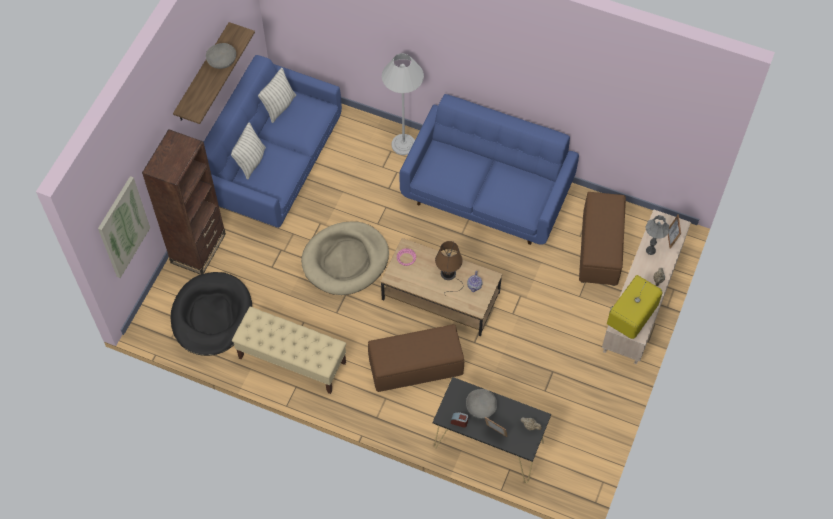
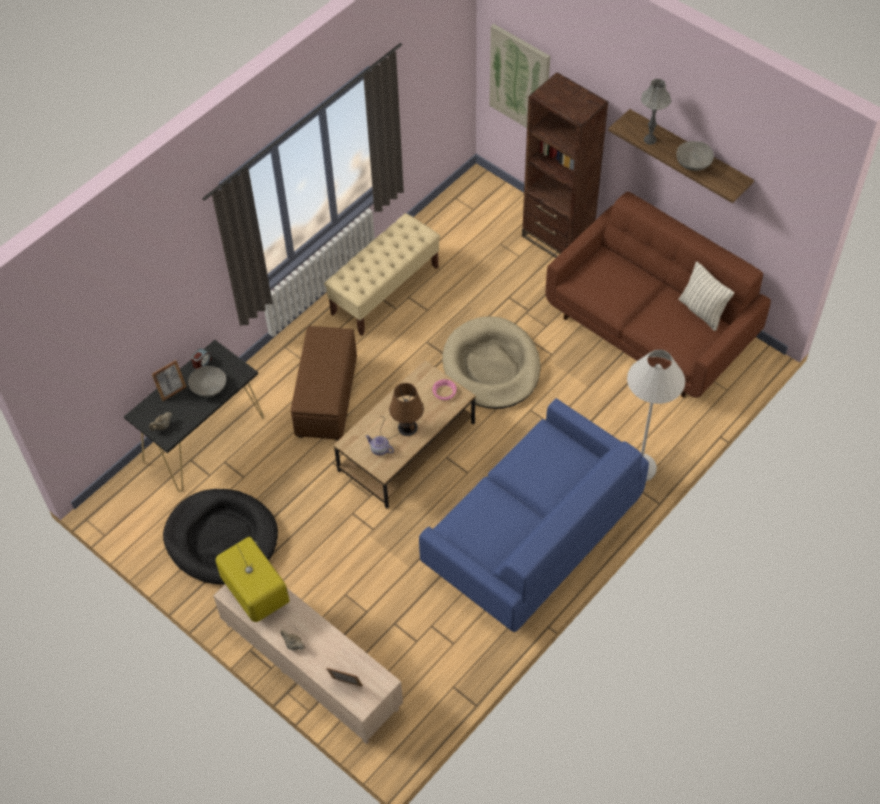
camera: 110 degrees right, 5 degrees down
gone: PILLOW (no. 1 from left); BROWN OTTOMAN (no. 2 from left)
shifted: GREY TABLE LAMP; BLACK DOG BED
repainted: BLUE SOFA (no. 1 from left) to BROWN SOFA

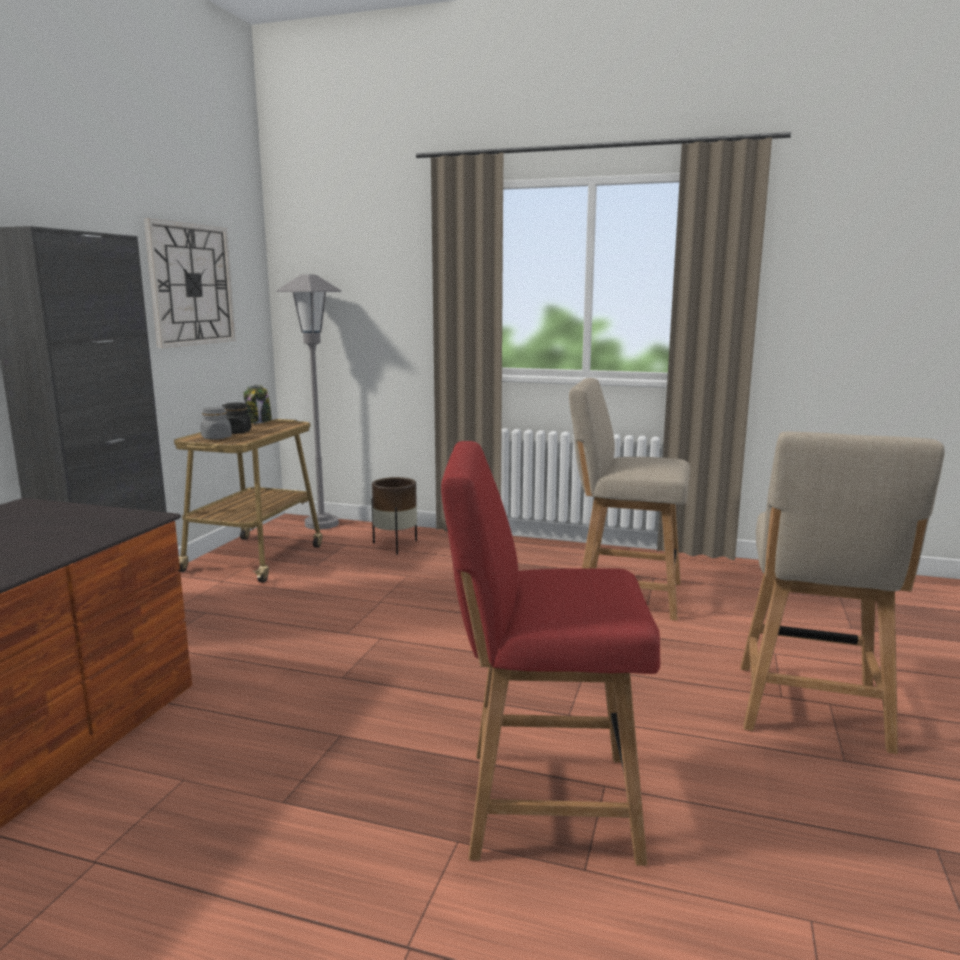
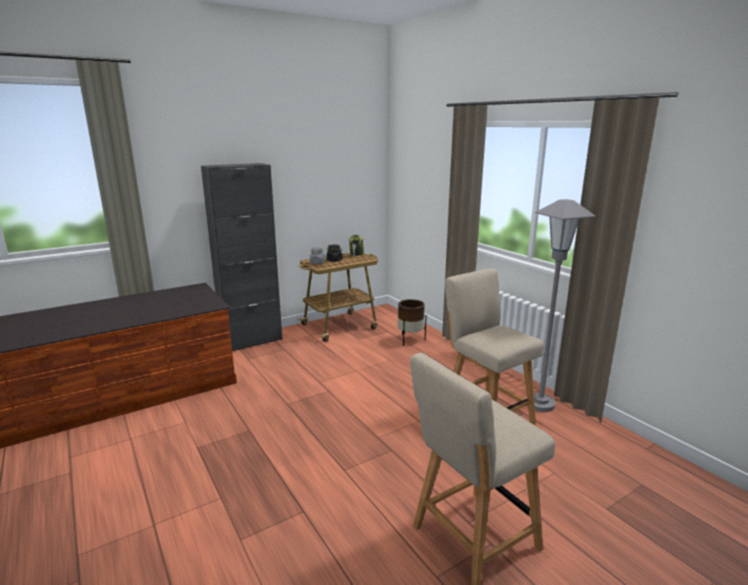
camera: 40 degrees right, 5 degrees up
gone: WALL CLOCK; RED CHAIR
shifted: GREY FLOOR LAMP

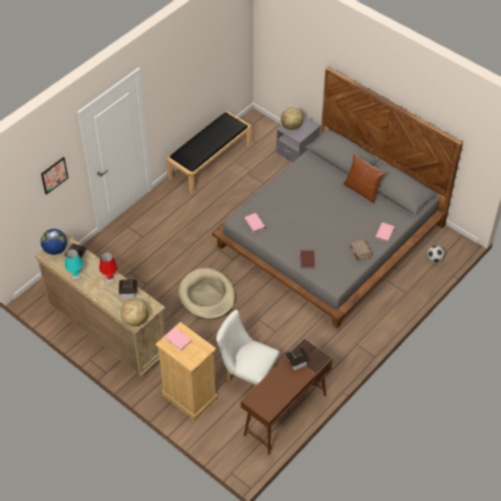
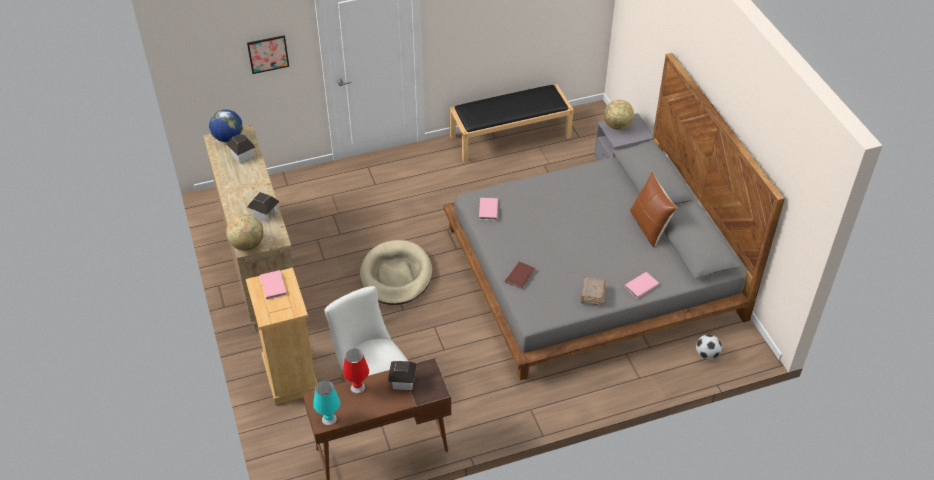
camera: 30 degrees right, 5 degrees down
shifted: TURQUOISE TABLE LAMP; RED TABLE LAMP

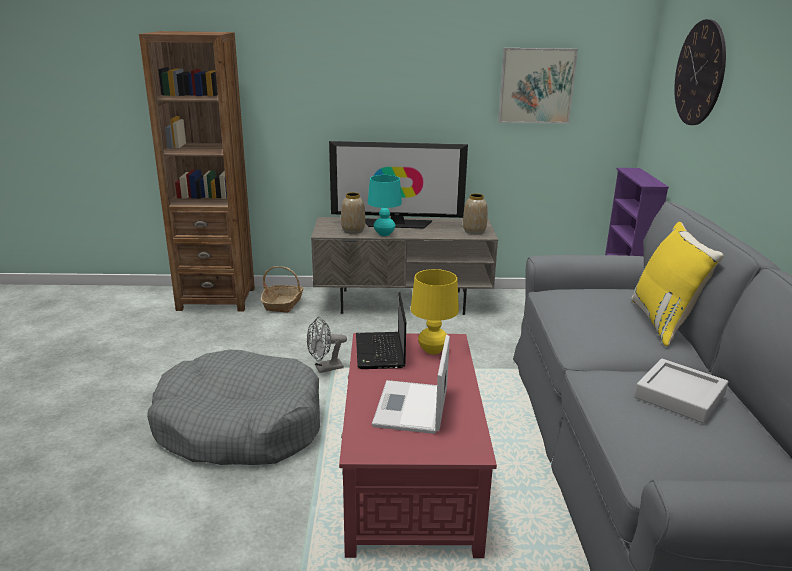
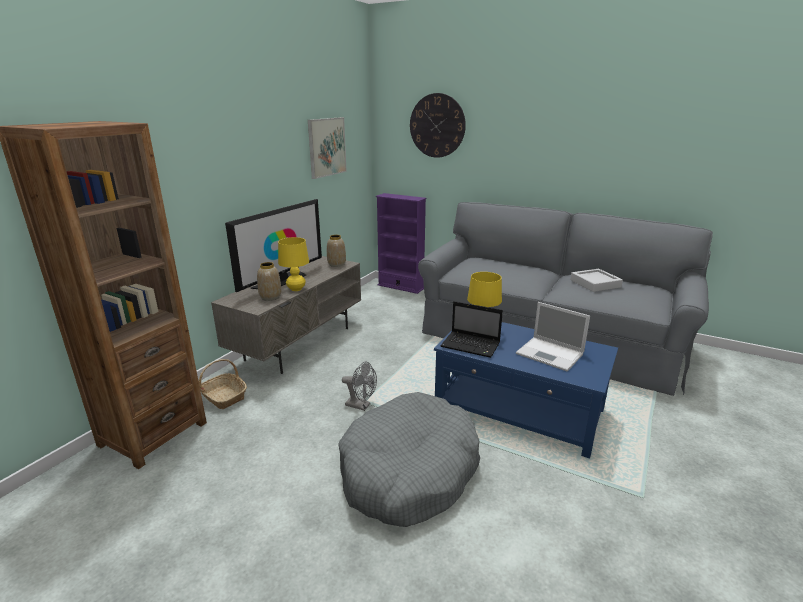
camera: 60 degrees left, 0 degrees up
gone: YELLOW PILLOW
repainted: TURQUOISE TABLE LAMP to YELLOW TABLE LAMP (no. 1 from left); RED COFFEE TABLE to BLUE COFFEE TABLE
rotated: GREY FAN 75 degrees counterclockwise

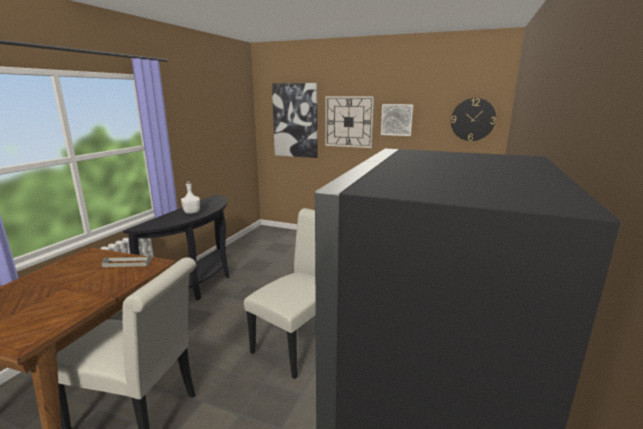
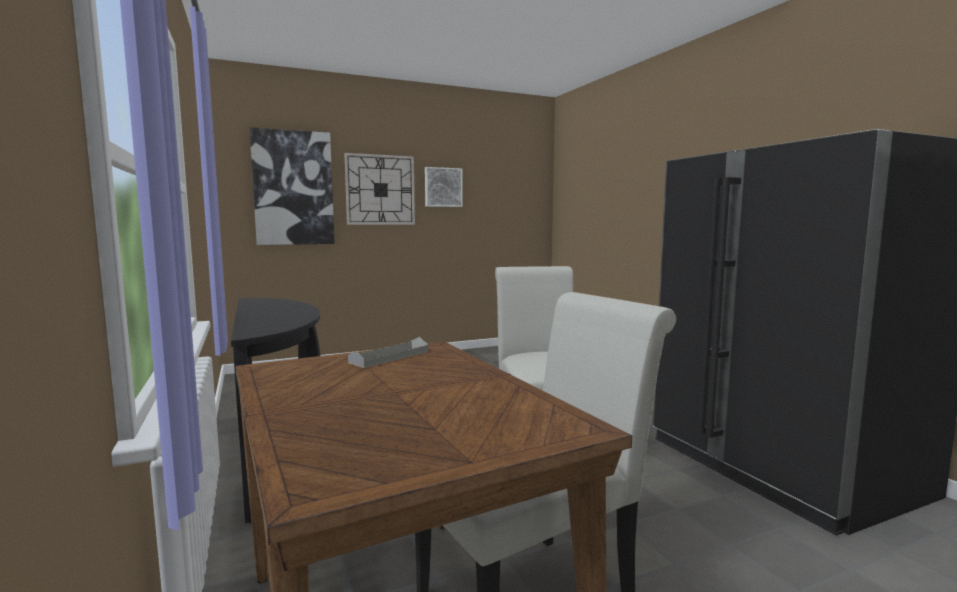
camera: 45 degrees left, 10 degrees down
gone: WALL CLOCK (no. 2 from left); WHITE BOTTLE

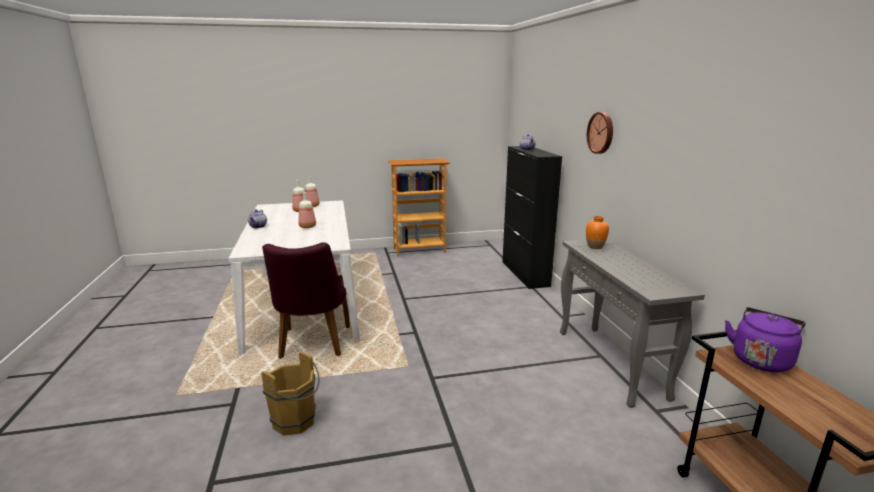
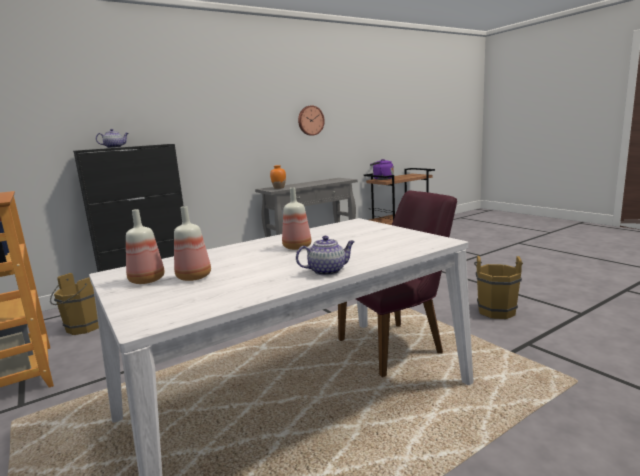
camera: 110 degrees left, 5 degrees down
new: BROWN BUCKET (no. 1 from left)
shifted: WALL CLOCK

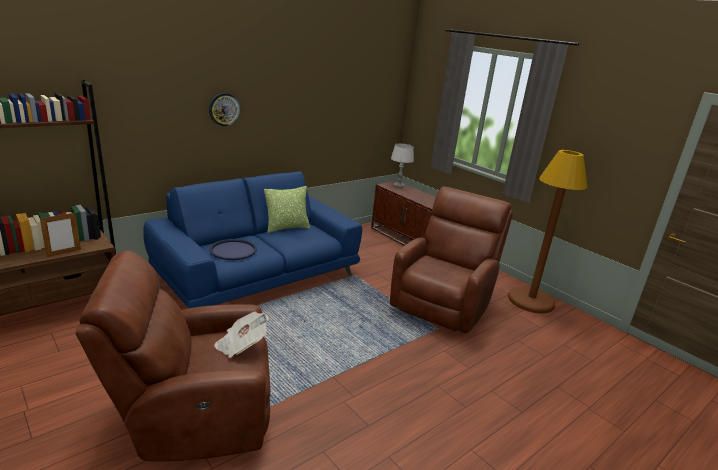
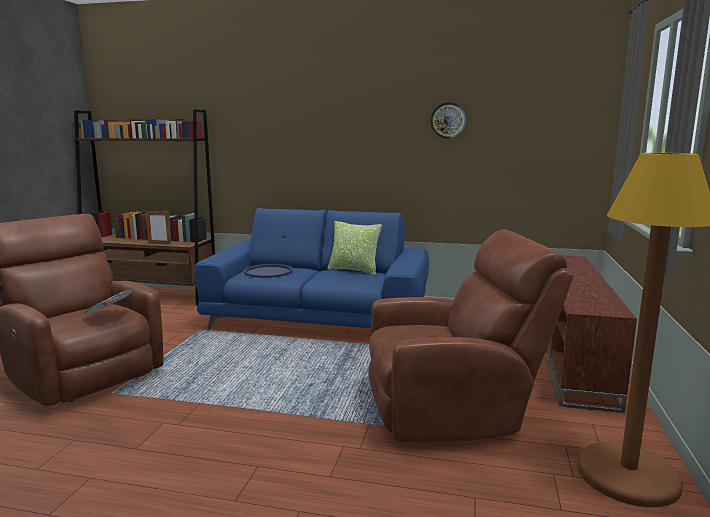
camera: 55 degrees right, 10 degrees down
gone: GREY TABLE LAMP
shifted: WALL CLOCK

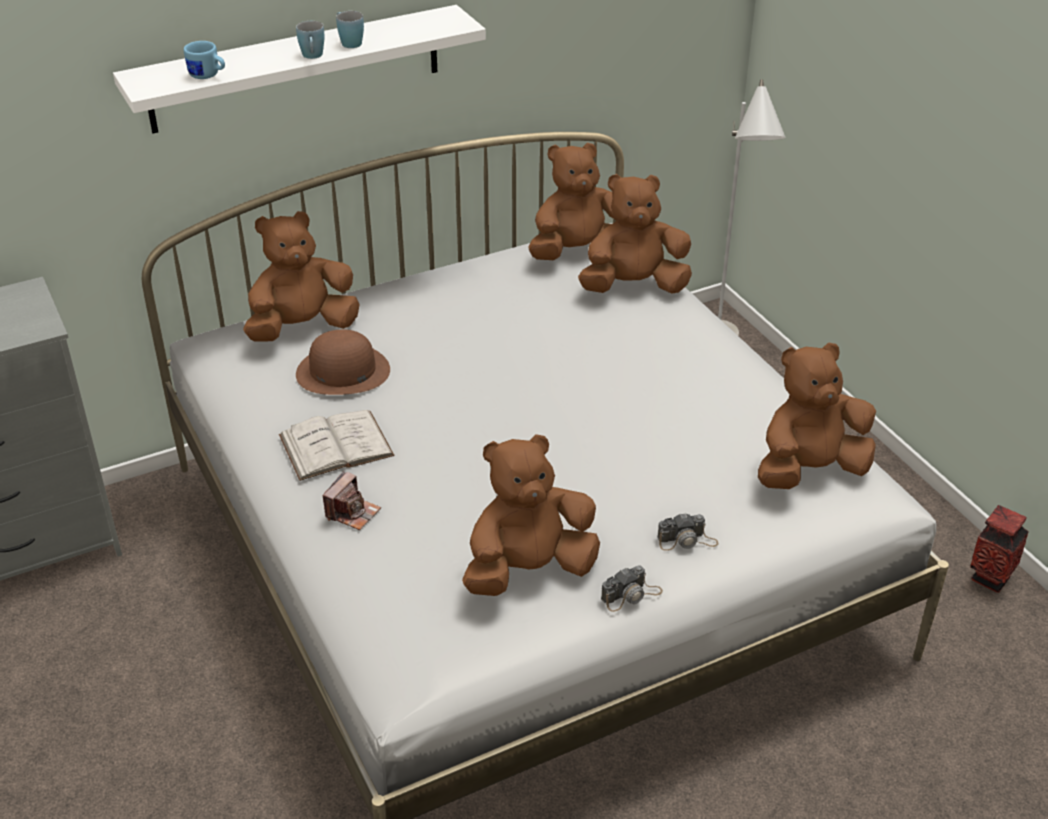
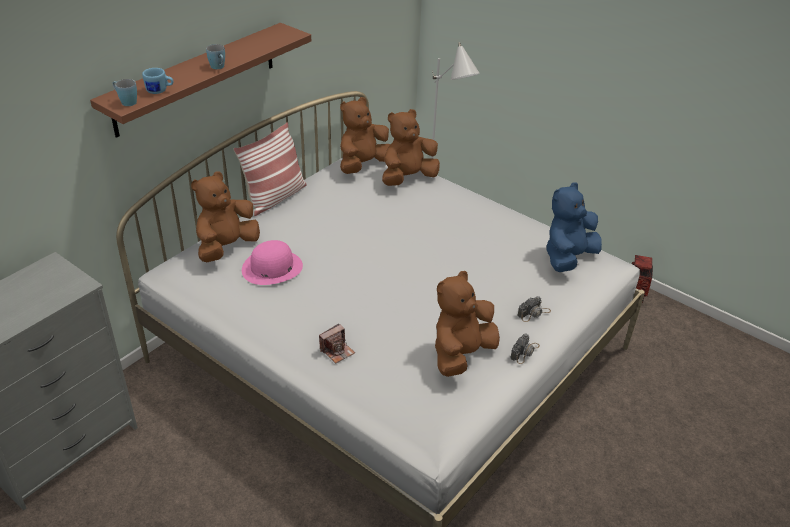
camera: 25 degrees left, 0 degrees up
gone: WHITE BOOK
new: PILLOW
shifted: BLUE MUG (no. 3 from left in the first image) to BLUE MUG (no. 1 from left)
repainted: WHITE SHELF to BROWN SHELF; BROWN HAT to PINK HAT; BROWN PLUSH TOY (no. 5 from left) to BLUE PLUSH TOY
rotated: PHOTO CAMERA (no. 1 from left) 45 degrees clockwise

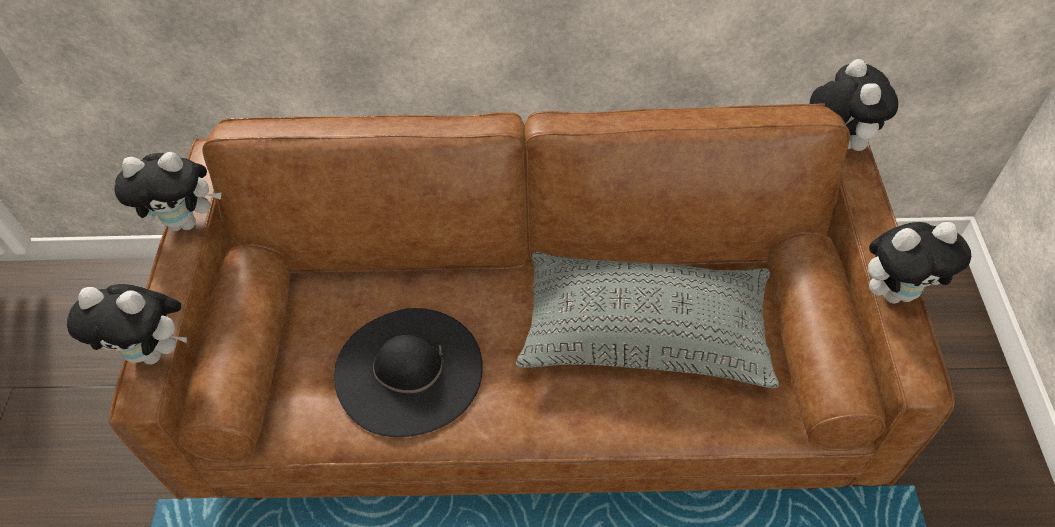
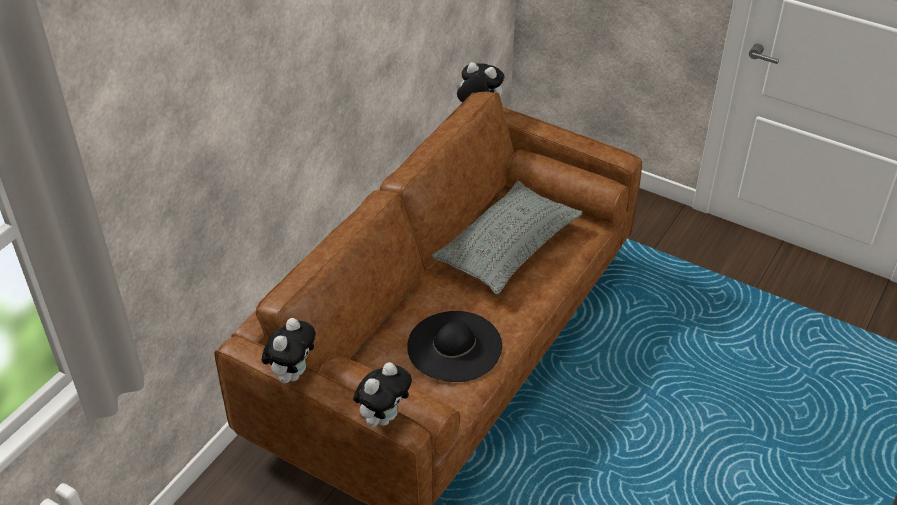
camera: 60 degrees left, 10 degrees down
gone: PLUSH TOY (no. 4 from left)

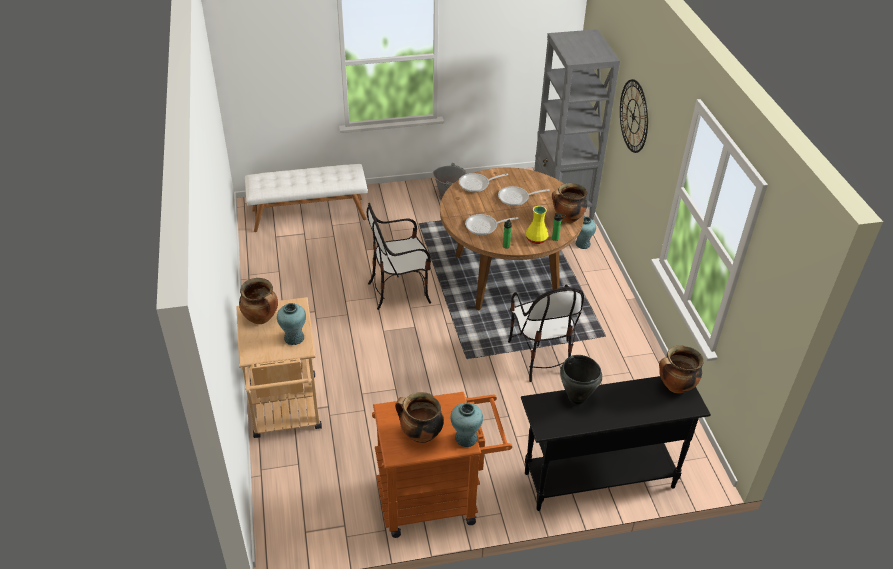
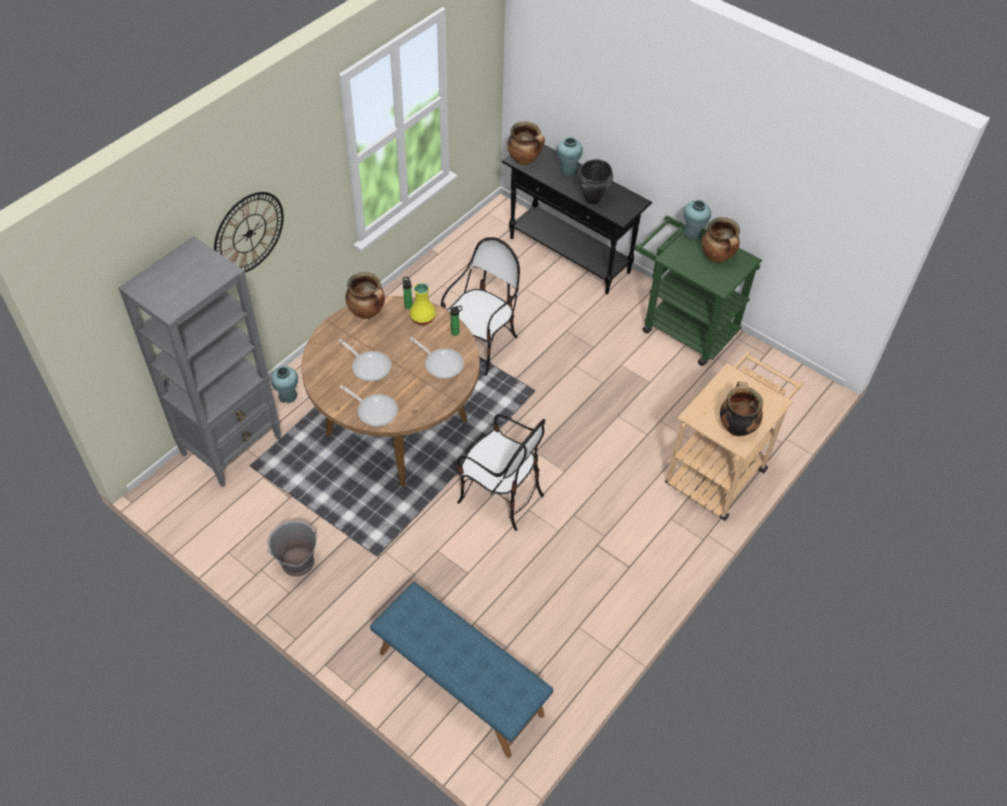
camera: 130 degrees left, 10 degrees up
shifted: TURQUOISE VASE (no. 1 from left in the first image) to TURQUOISE VASE (no. 2 from left)
repainted: WHITE BENCH to BLUE BENCH; ORANGE CART to GREEN CART

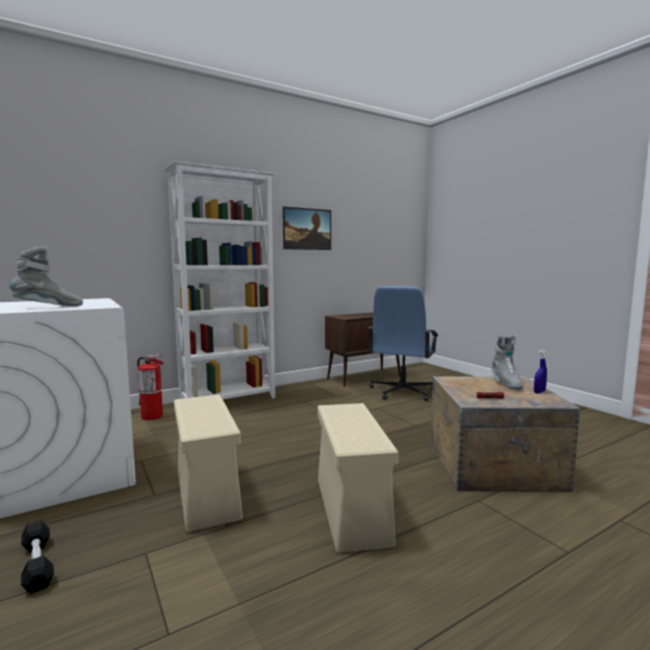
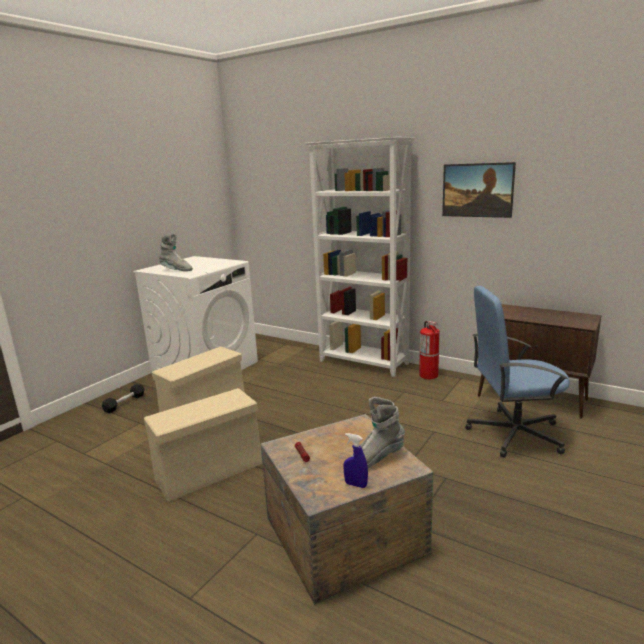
camera: 65 degrees right, 10 degrees up
shifted: FIRE EXTINGUISHER

